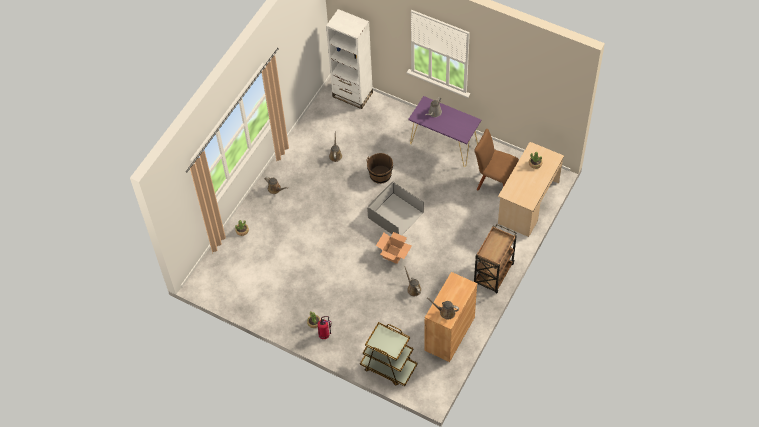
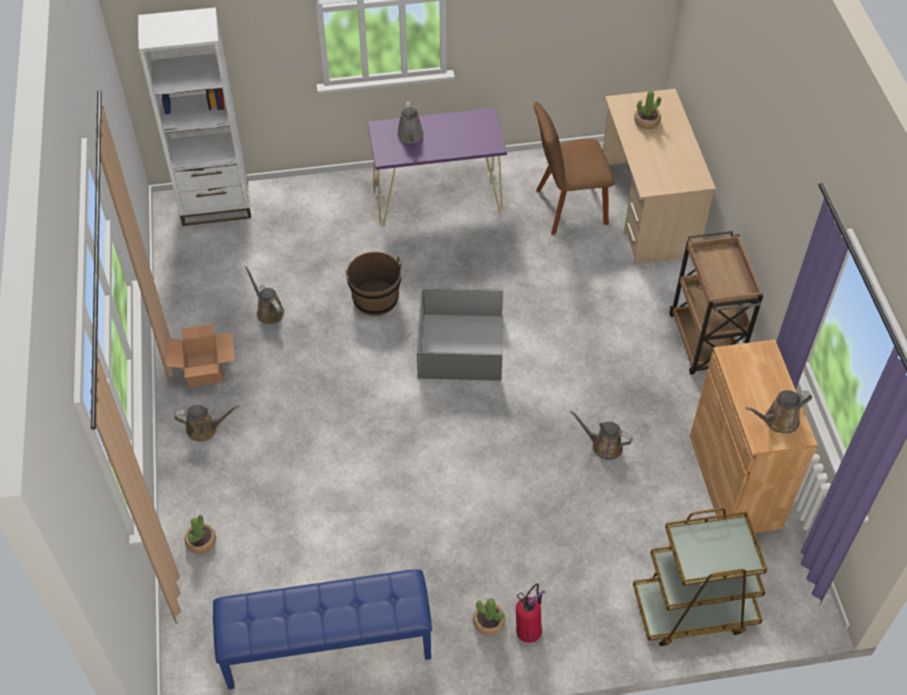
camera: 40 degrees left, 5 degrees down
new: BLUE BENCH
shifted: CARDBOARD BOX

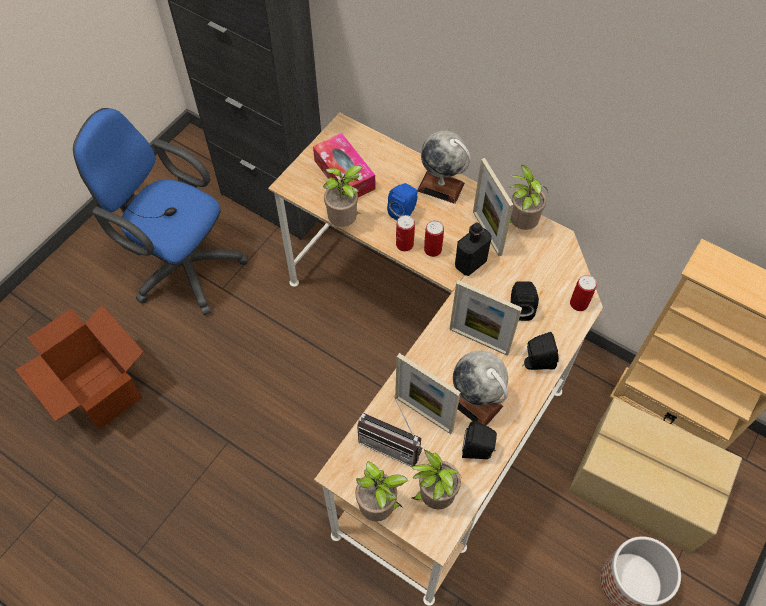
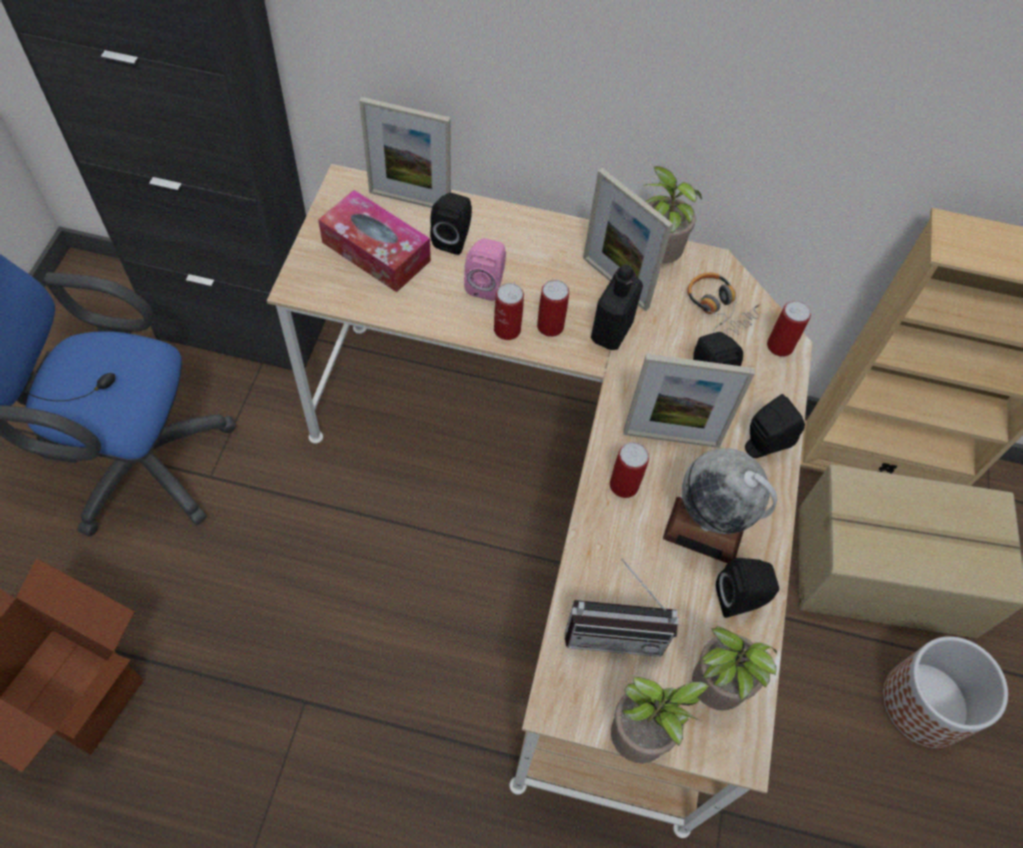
camera: 25 degrees left, 0 degrees up
gone: GLOBE (no. 1 from left); POTTED PLANT (no. 1 from left)
new: BLACK SPEAKER (no. 1 from left); HEADPHONES; CAN (no. 3 from left)
shifted: PICTURE FRAME (no. 1 from left)
repainted: BLUE SPEAKER to PINK SPEAKER

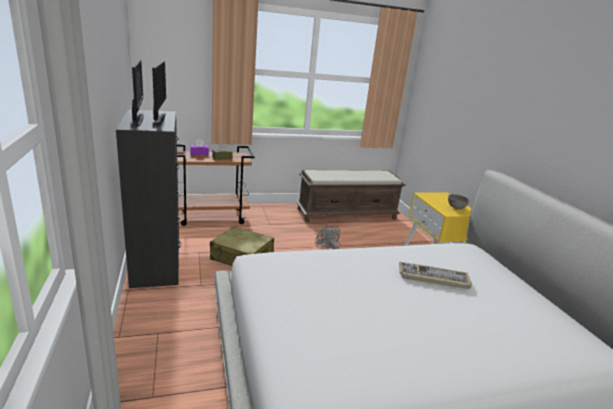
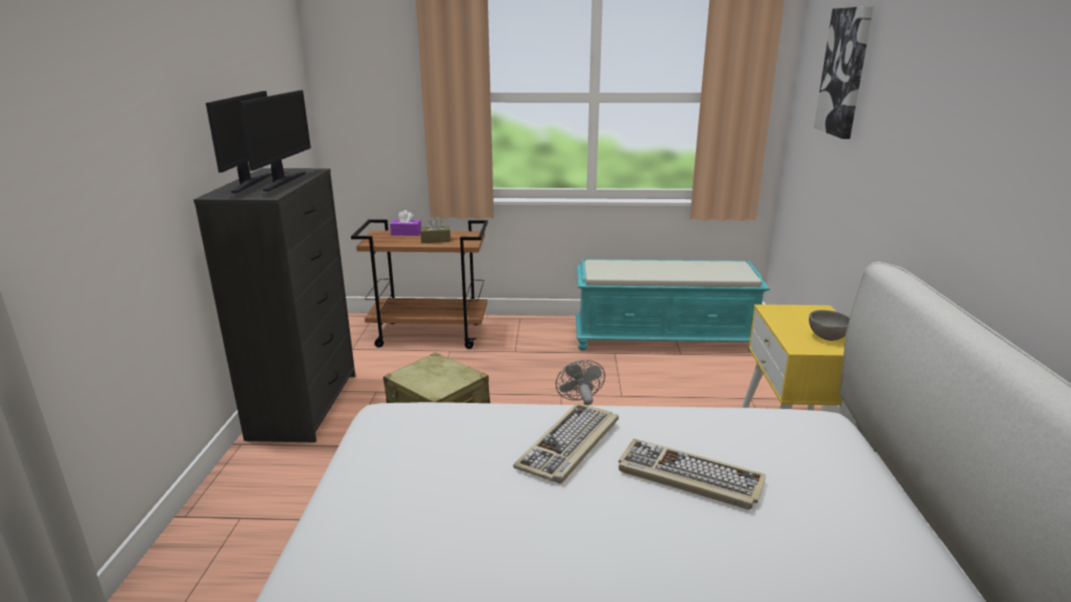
camera: 20 degrees right, 0 degrees up
new: PICTURE; KEYBOARD (no. 1 from left)
repainted: BROWN BENCH to TURQUOISE BENCH

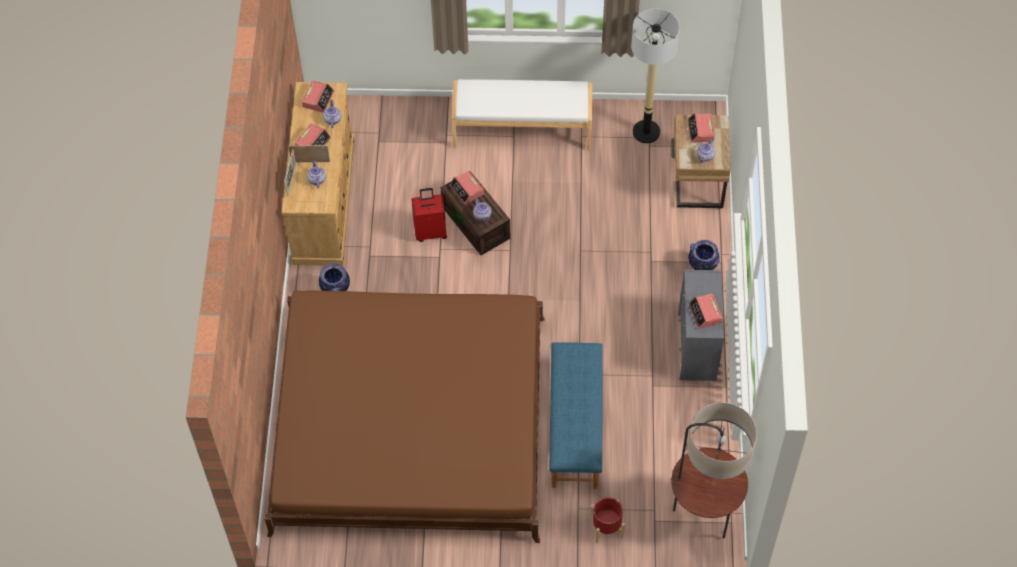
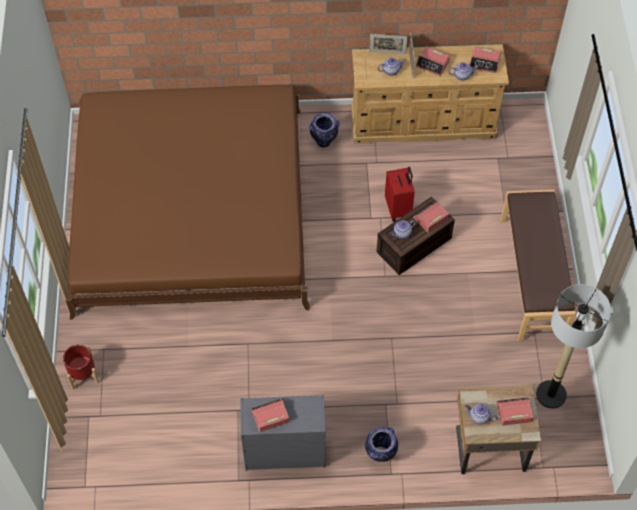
camera: 85 degrees right, 0 degrees up
gone: BLUE BENCH; FLOOR LAMP (no. 2 from left)
repainted: WHITE BENCH to BROWN BENCH

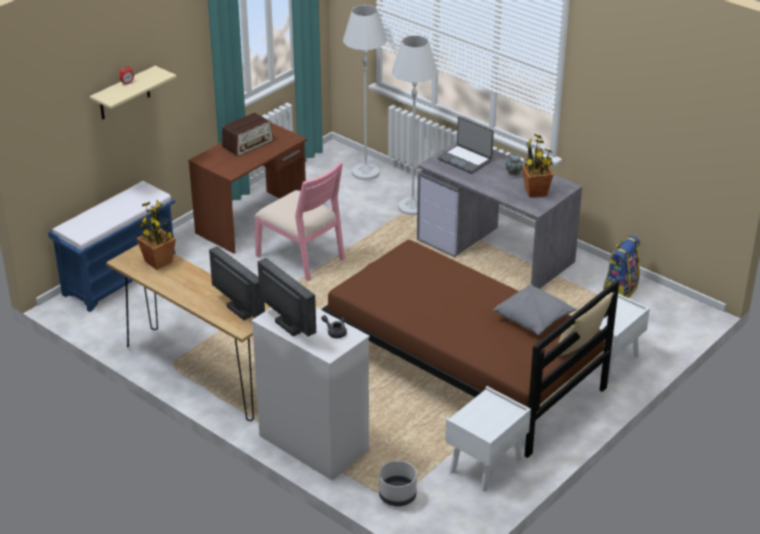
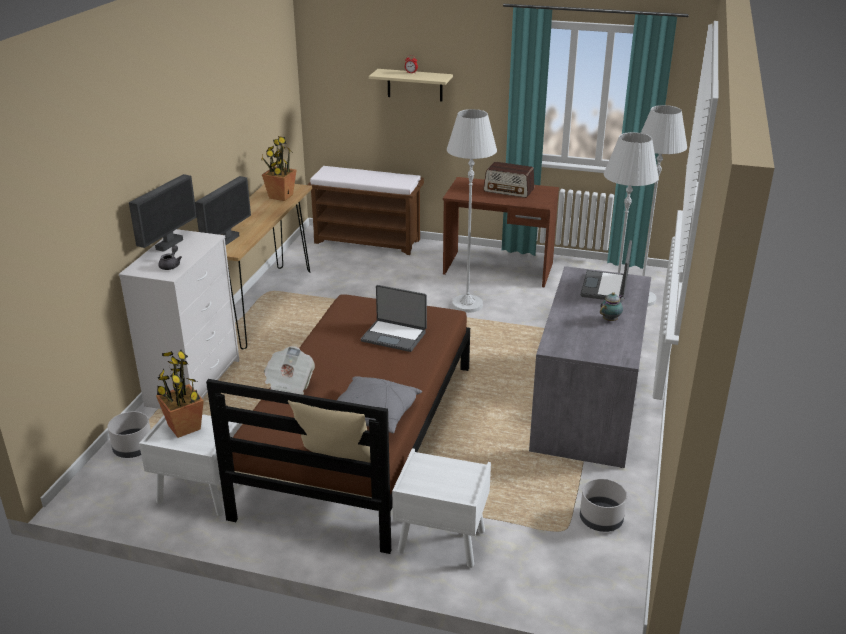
camera: 65 degrees right, 5 degrees down
new: LAPTOP (no. 1 from left); NEWSPAPER
shifted: POTTED PLANT (no. 2 from left in the first image) to POTTED PLANT (no. 1 from left)
swapped: PINK CHAIR to WHITE FLOOR LAMP (no. 1 from left); BACKPACK to GREY PLANTER (no. 2 from left)
repainted: BLUE BENCH to BROWN BENCH

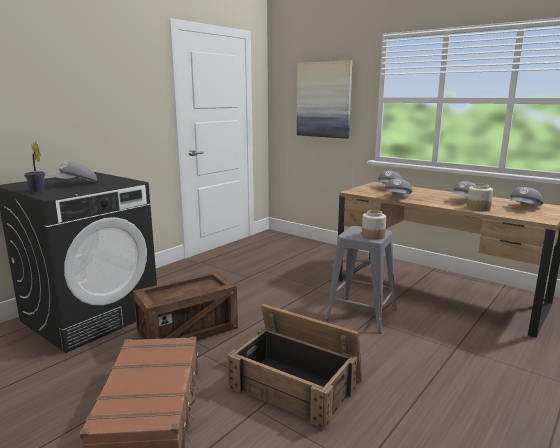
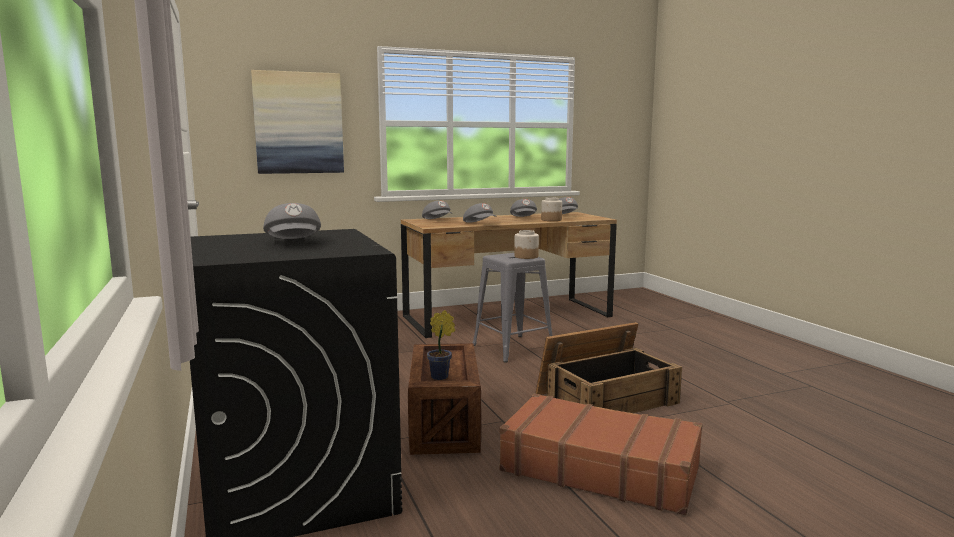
camera: 60 degrees left, 5 degrees down
shifted: POTTED PLANT

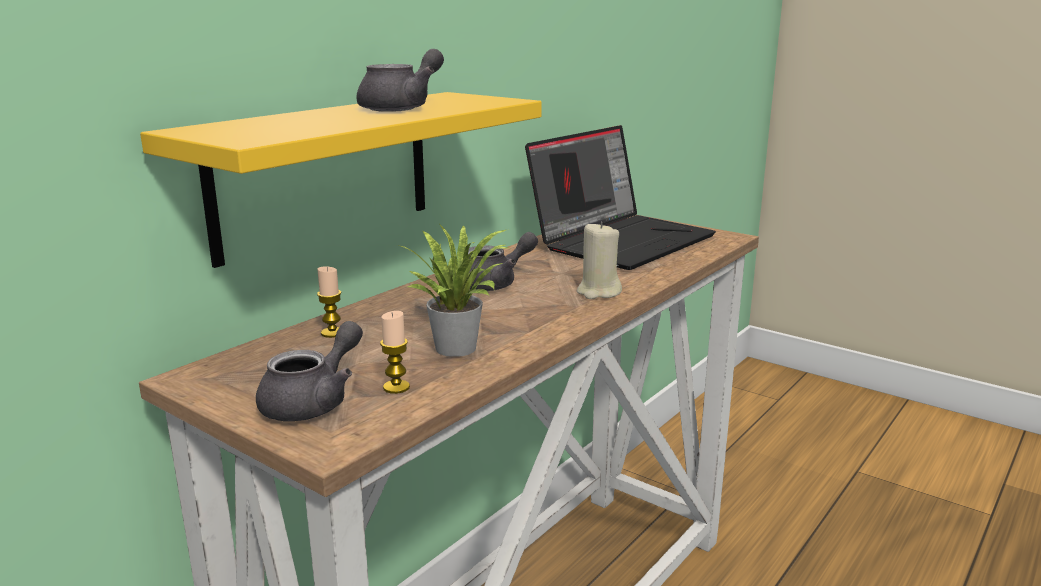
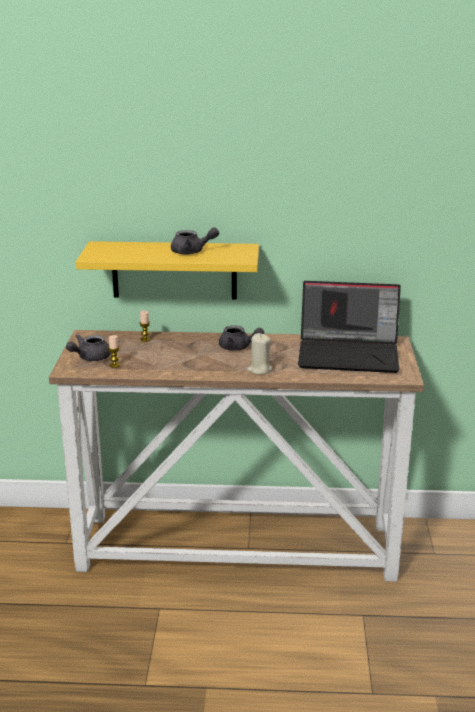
camera: 55 degrees right, 5 degrees up
gone: POTTED PLANT
rotated: GREY TEAPOT (no. 1 from left) 135 degrees clockwise

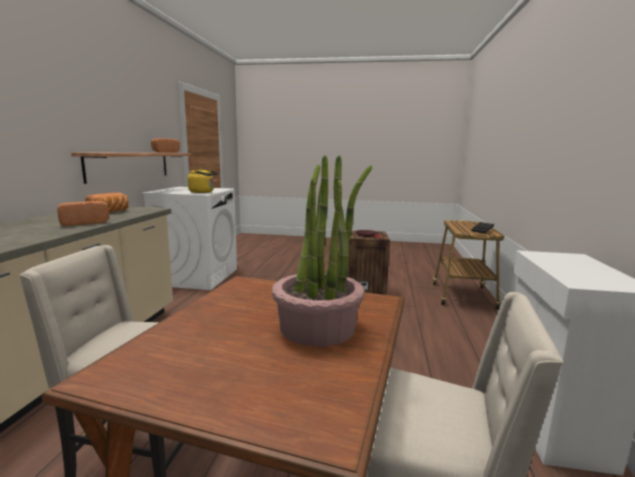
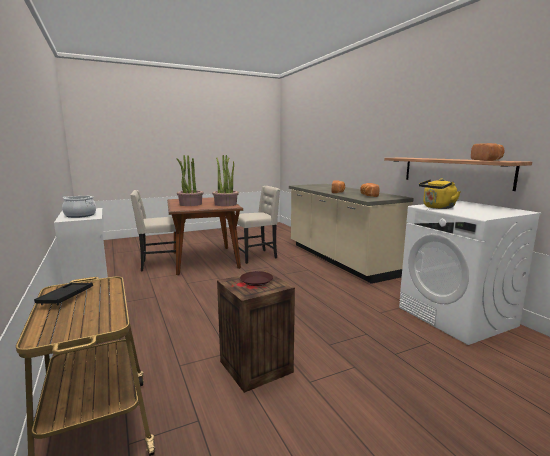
camera: 145 degrees right, 0 degrees up
new: POTTED PLANT (no. 2 from left); COOKING POT

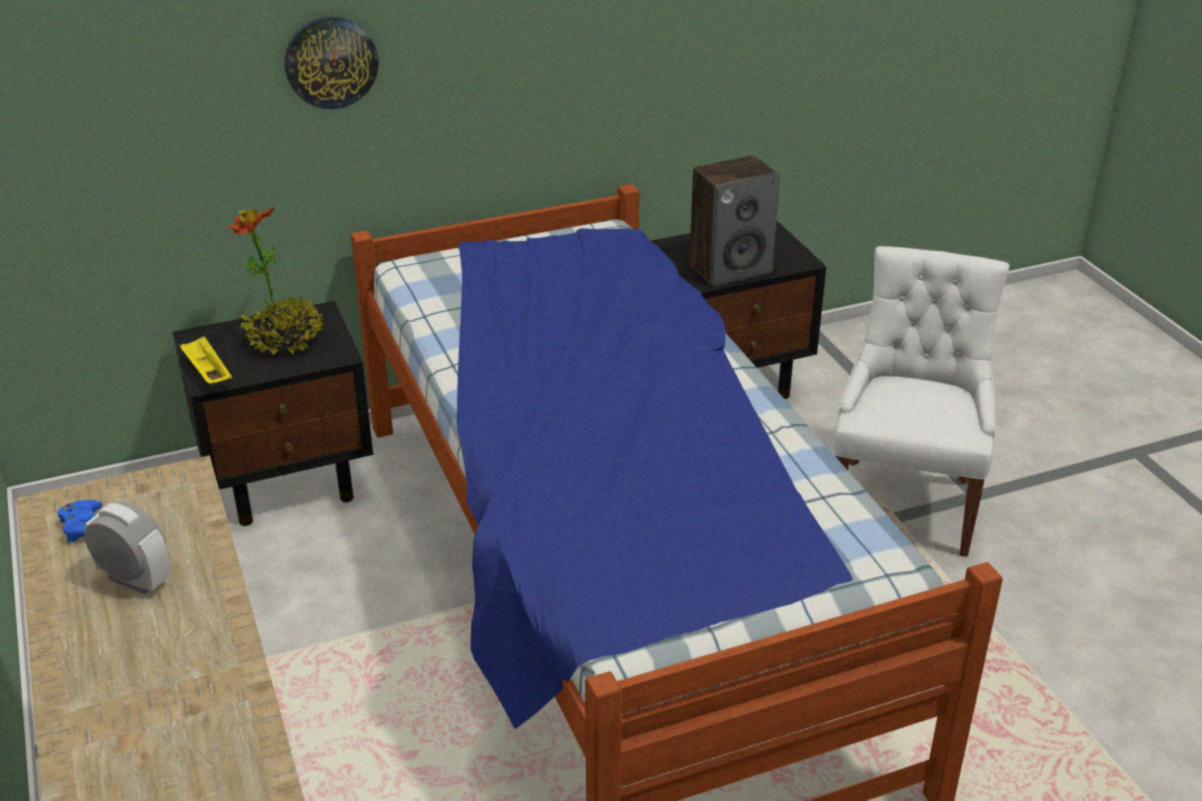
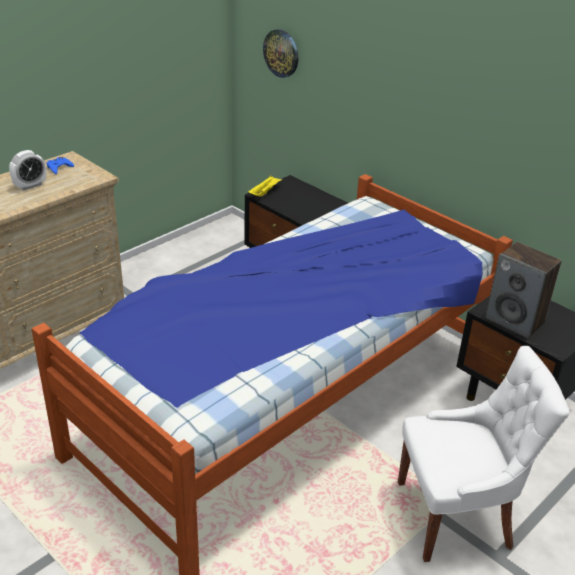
camera: 65 degrees right, 0 degrees up
gone: POTTED PLANT
shifted: WALL CLOCK
rotated: ALARM CLOCK 45 degrees clockwise

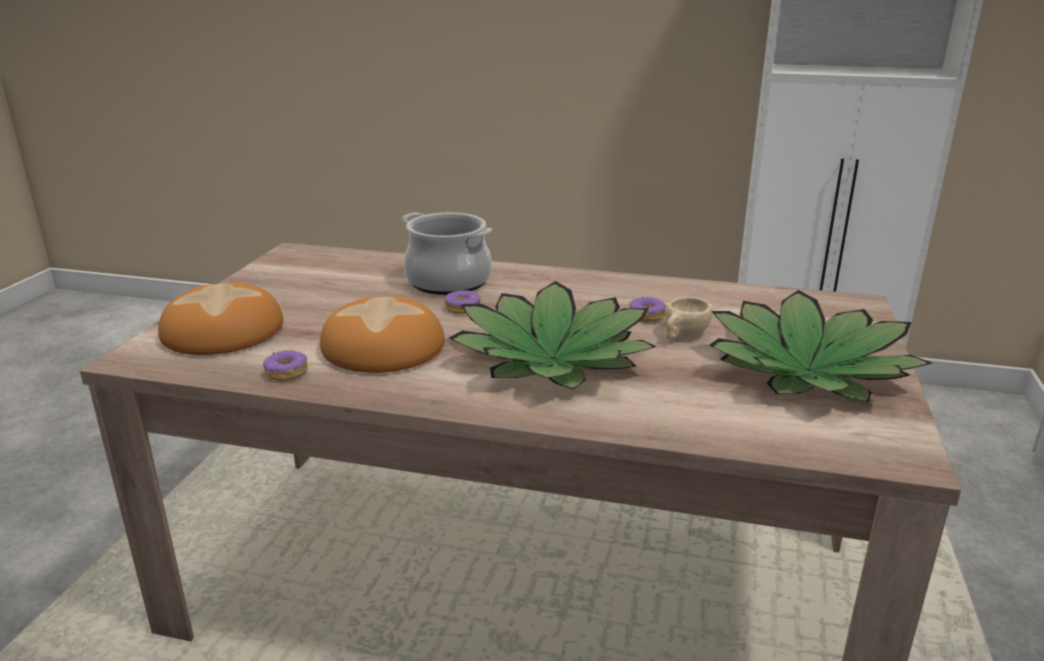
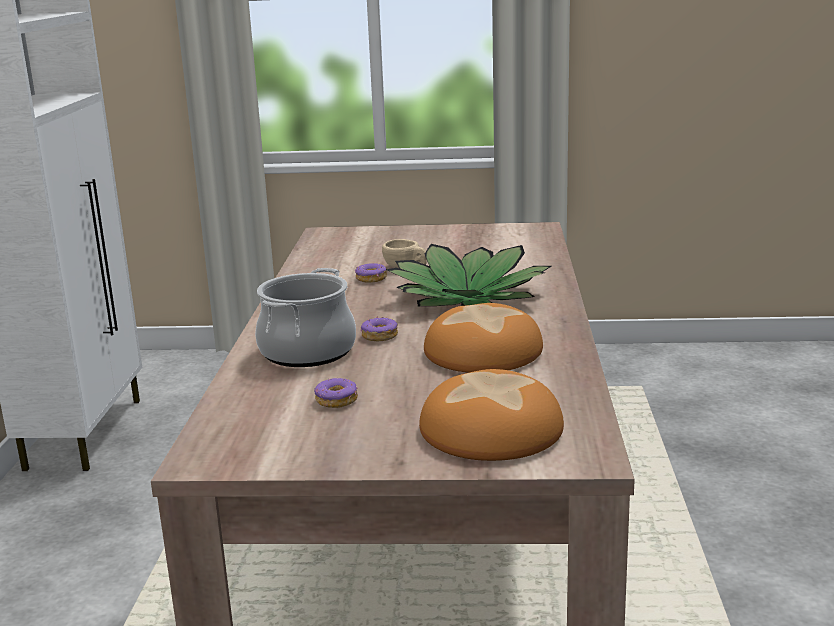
camera: 100 degrees left, 5 degrees down
gone: POTTED PLANT (no. 2 from left)
shifted: DONUT (no. 1 from left)

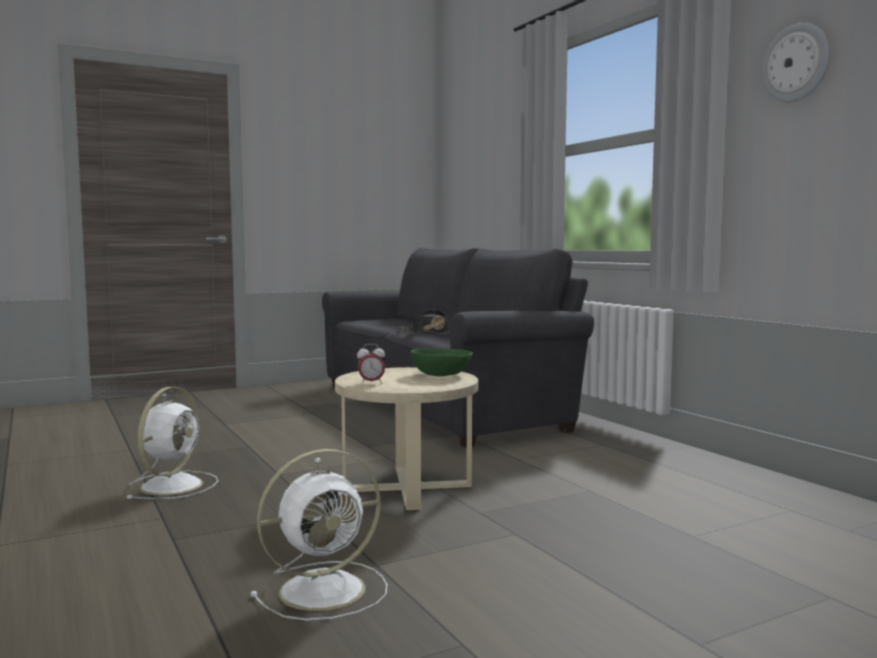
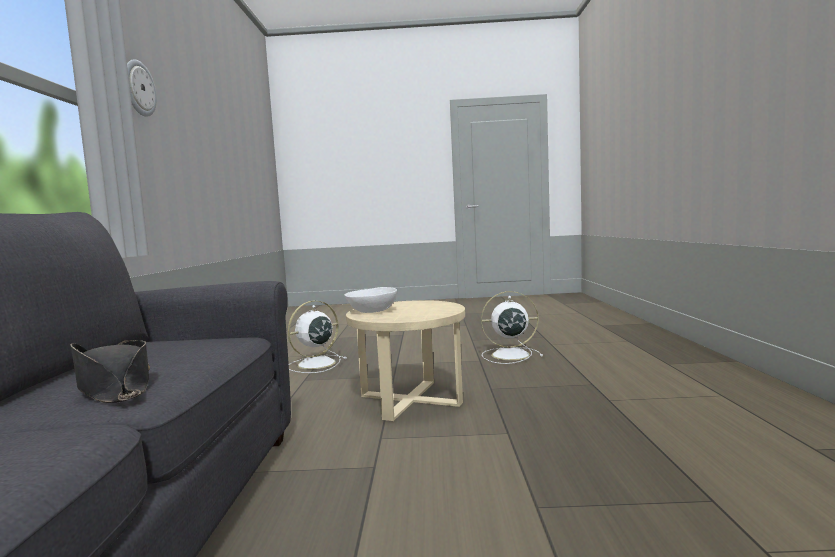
camera: 150 degrees left, 0 degrees up
gone: ALARM CLOCK
shifted: WHITE FAN (no. 1 from left)
repainted: GREEN BOWL to WHITE BOWL

